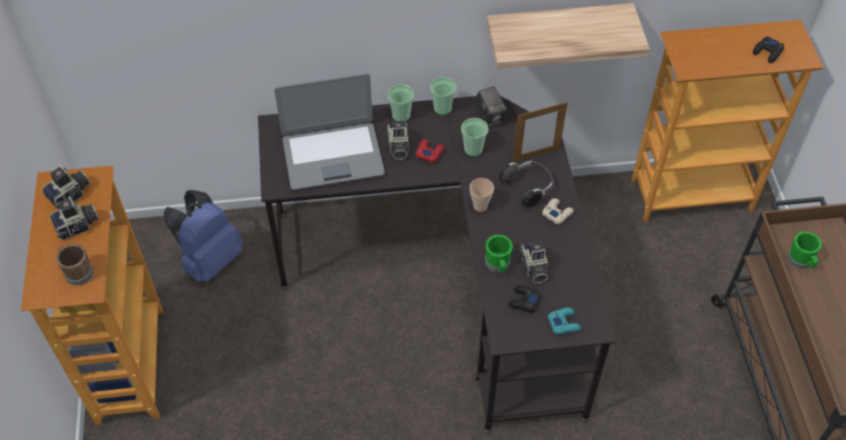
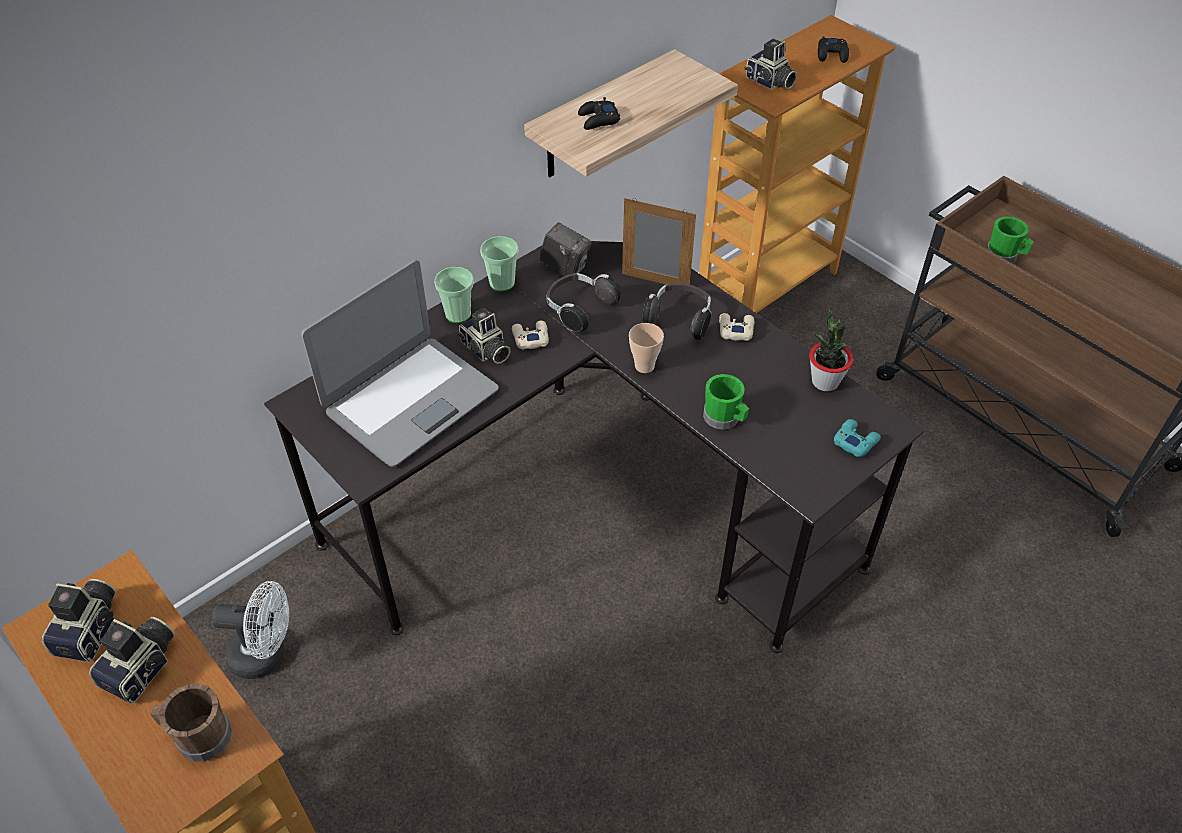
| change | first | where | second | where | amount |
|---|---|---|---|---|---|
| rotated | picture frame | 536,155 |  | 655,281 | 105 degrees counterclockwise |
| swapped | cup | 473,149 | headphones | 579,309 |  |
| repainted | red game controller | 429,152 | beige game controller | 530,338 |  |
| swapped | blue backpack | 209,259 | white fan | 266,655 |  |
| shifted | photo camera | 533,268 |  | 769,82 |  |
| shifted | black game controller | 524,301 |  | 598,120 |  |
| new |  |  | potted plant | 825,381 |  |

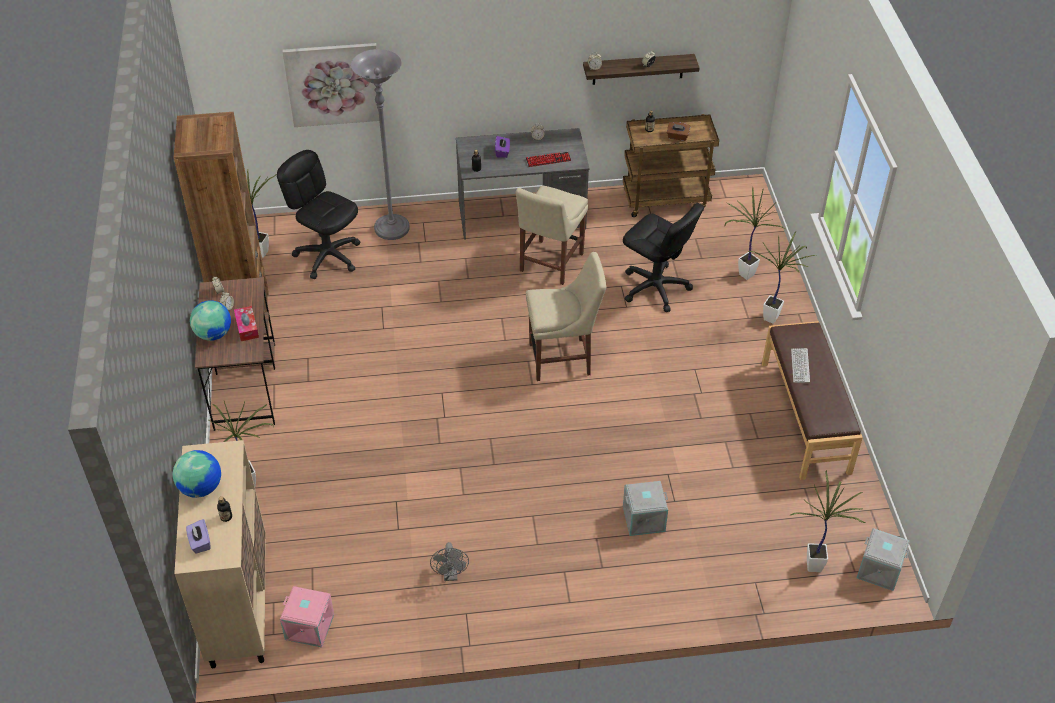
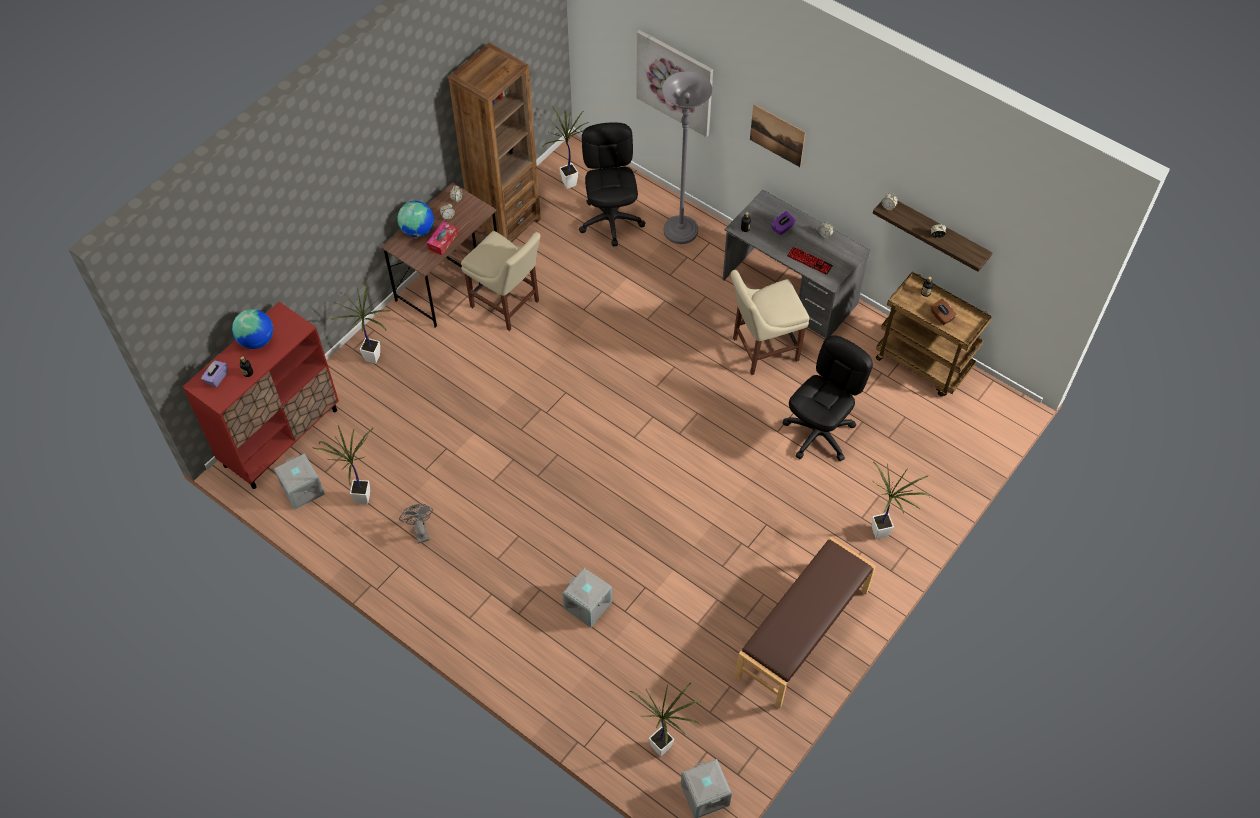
| change | first | where | second | where | amount |
|---|---|---|---|---|---|
| shifted | potted plant | 743,275 |  | 360,497 |  |
| rotated | black office chair | 655,288 |  | 819,433 | 135 degrees counterclockwise |
| shifted | beige chair | 563,359 |  | 507,305 |  |
| gone | keyboard | 800,366 |  |  |  |
| repainted | beige cabinet | 238,604 | red cabinet | 281,437 |  |
| rotated | grey fan | 451,575 |  | 420,531 | 120 degrees clockwise |
| repainted | pink storage box | 309,627 | grey storage box | 301,490 |  |
| new |  |  | picture | 777,135 |  |

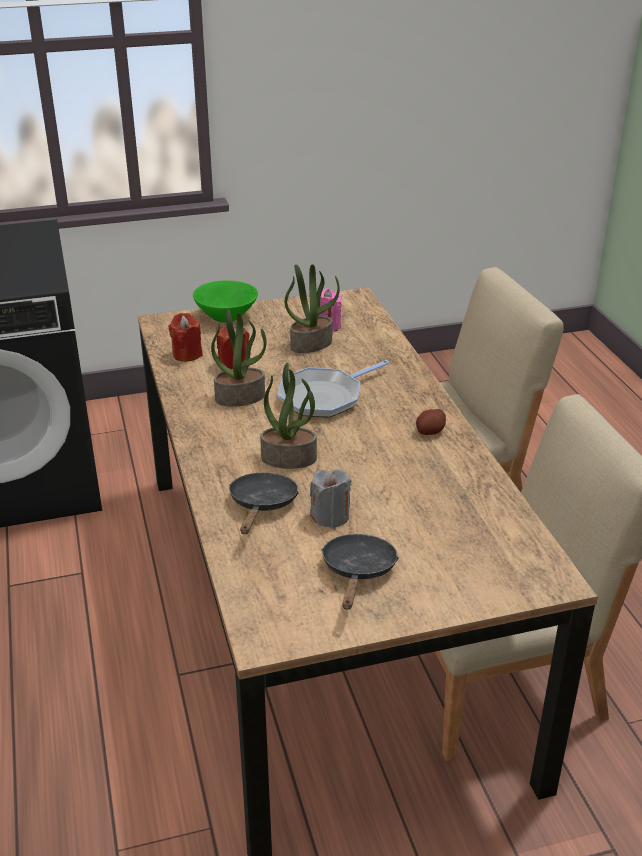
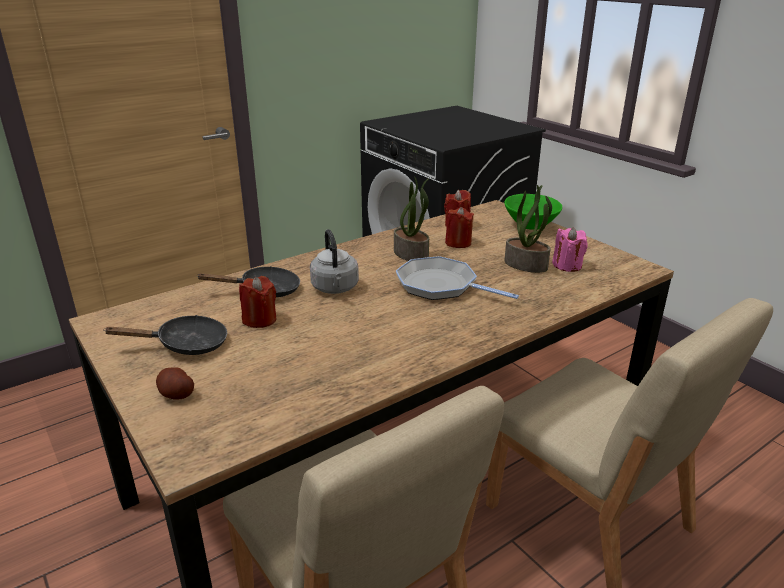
| change | first | where | second | where | amount |
|---|---|---|---|---|---|
| swapped | potted plant | 289,458 | grey kettle | 335,288 |  |
| shifted | potato | 430,432 |  | 176,394 |  |
| repainted | grey candle | 330,516 | red candle | 260,320 |  |

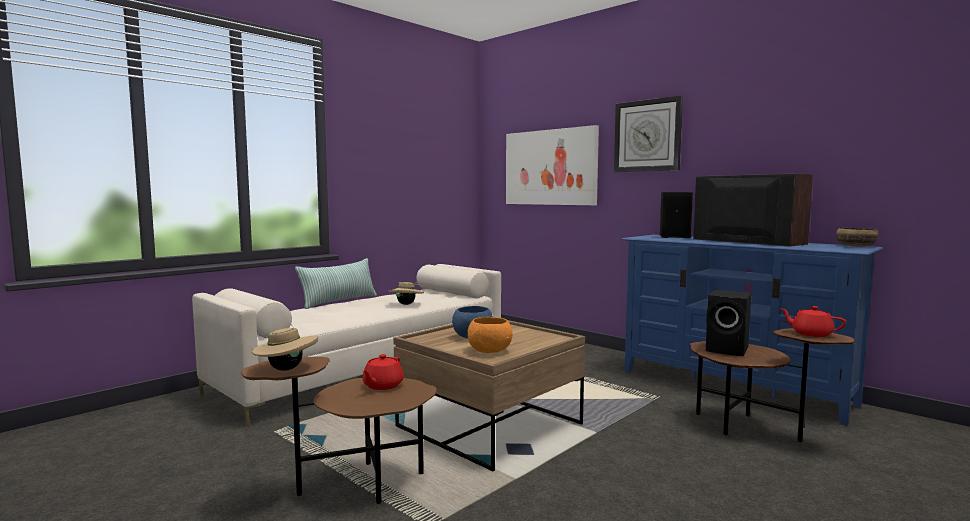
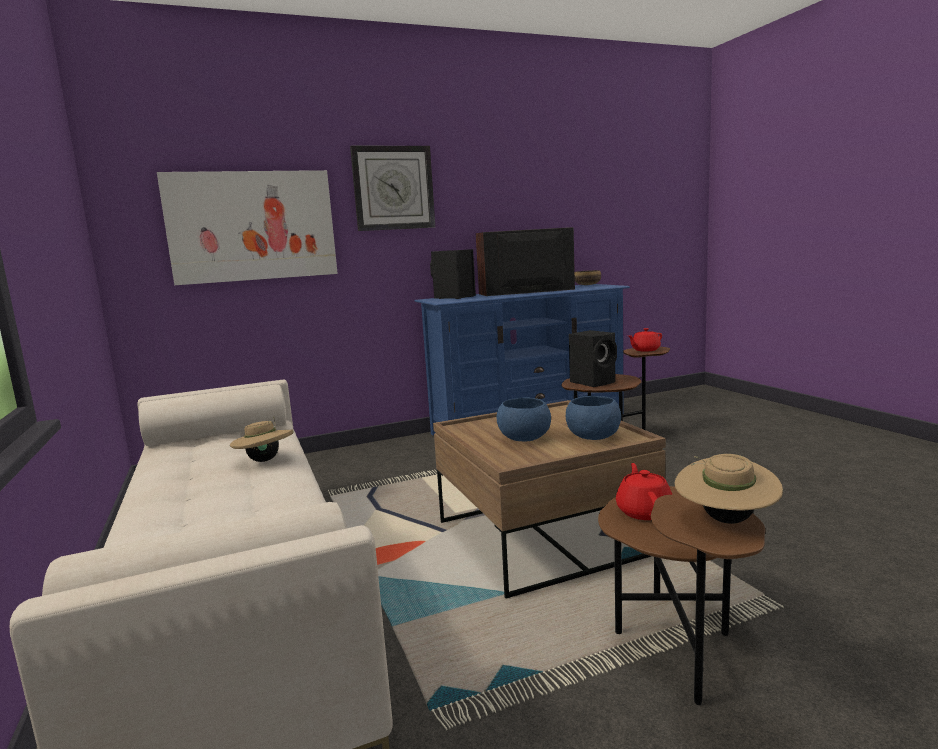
| change | first | where | second | where | amount |
|---|---|---|---|---|---|
| gone | pillow | 339,301 |  |  |  |
| repainted | orange bowl | 489,351 | blue bowl | 594,437 |  |
| rotated | red teapot | 382,386 |  | 644,511 | 135 degrees counterclockwise |

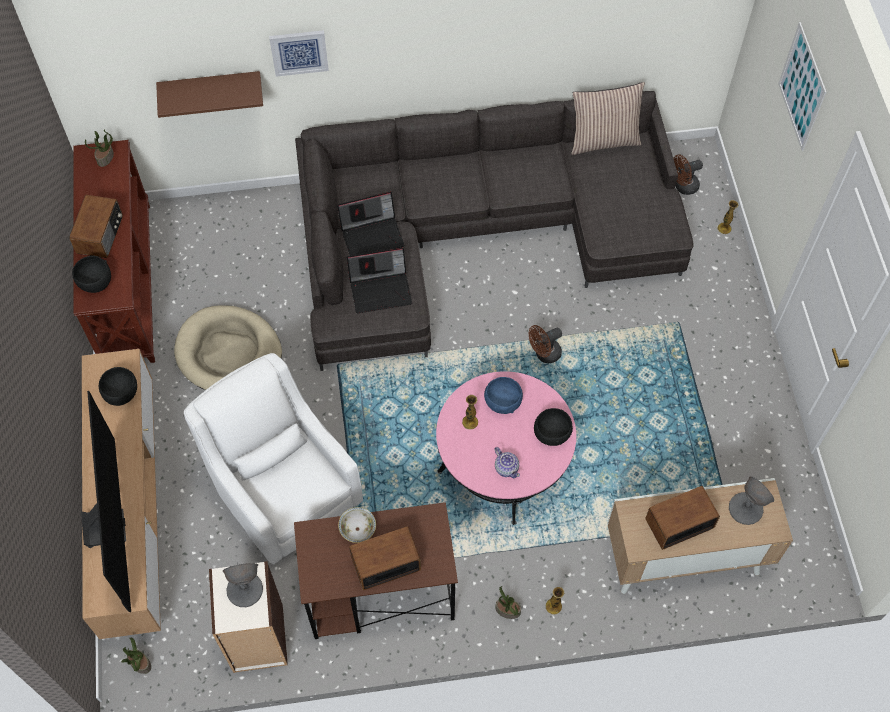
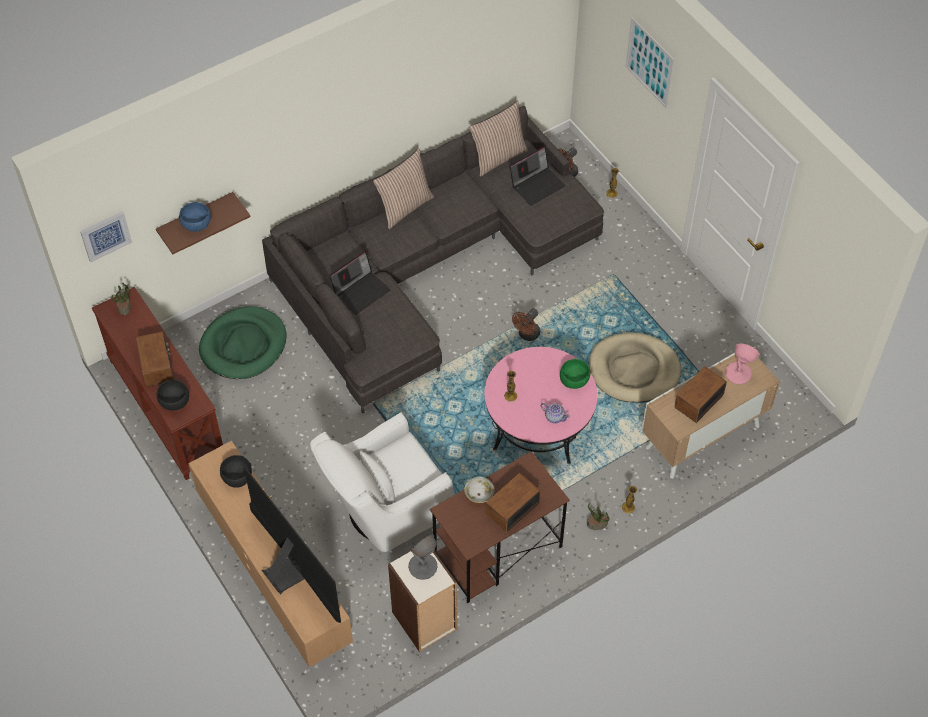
| change | first | where | second | where | amount |
|---|---|---|---|---|---|
| shifted | picture | 299,52 |  | 105,235 |  |
| shifted | laptop | 381,289 |  | 537,184 |  |
| shifted | beige dog bed | 229,353 |  | 634,370 |  |
| rotated | white armchair | 284,491 |  | 384,511 | 60 degrees counterclockwise |
| shifted | blue bowl | 502,402 |  | 196,224 |  |
| repainted | black bowl | 551,434 | green bowl | 574,380 |  |
| repainted | grey table lamp | 745,508 | pink table lamp | 738,373 |  |
| gone | potted plant | 139,663 |  |  |  |
| new |  |  | pillow | 404,207 |  |
| new |  |  | green dog bed | 244,345 |  |

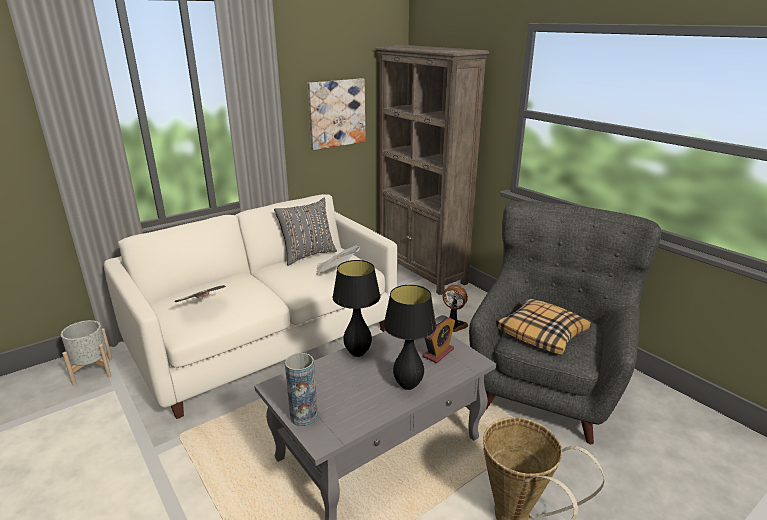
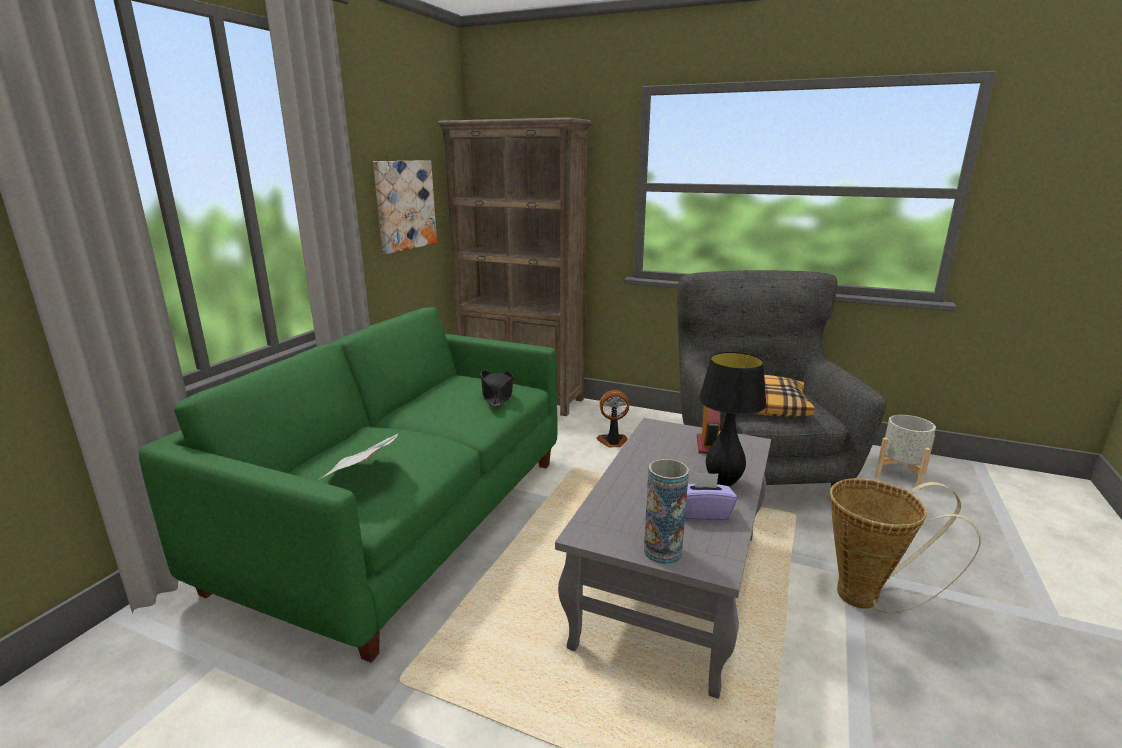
| change | first | where | second | where | amount |
|---|---|---|---|---|---|
| repainted | white sofa | 266,339 | green sofa | 404,518 |  |
| gone | grey pillow | 307,255 |  |  |  |
| swapped | newspaper | 336,270 | black hat | 497,395 |  |
| gone | black table lamp | 357,353 |  |  |  |
| shifted | grey planter | 93,371 |  | 900,475 |  |
| new |  |  | purple tissue box | 703,513 |  |

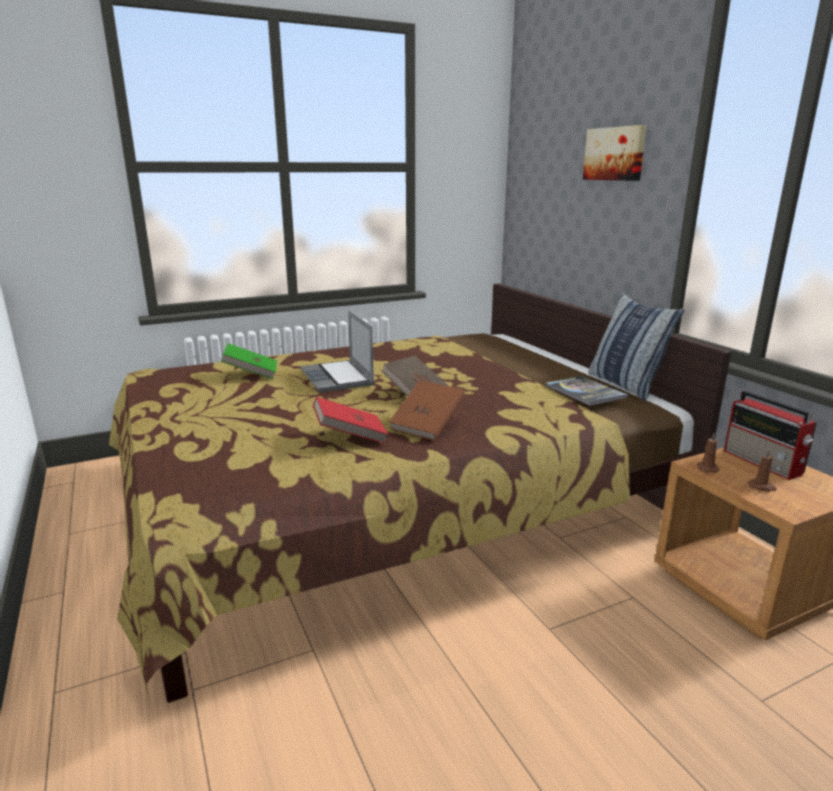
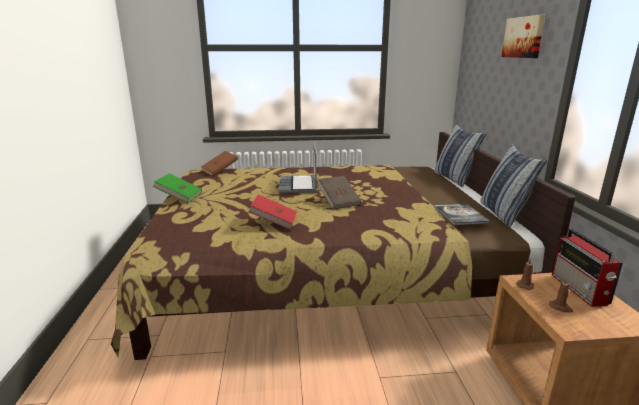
| change | first | where | second | where | amount |
|---|---|---|---|---|---|
| shifted | green book | 251,374 |  | 179,197 |  |
| shifted | brown book | 427,425 |  | 220,171 |  |
| new |  |  | pillow | 454,179 |  |

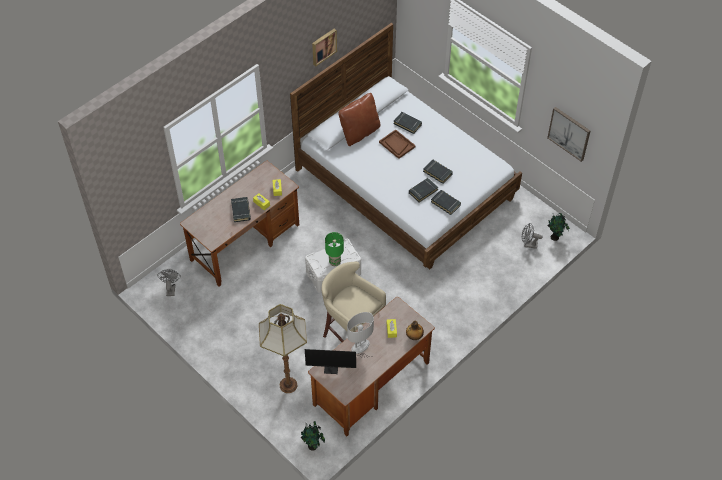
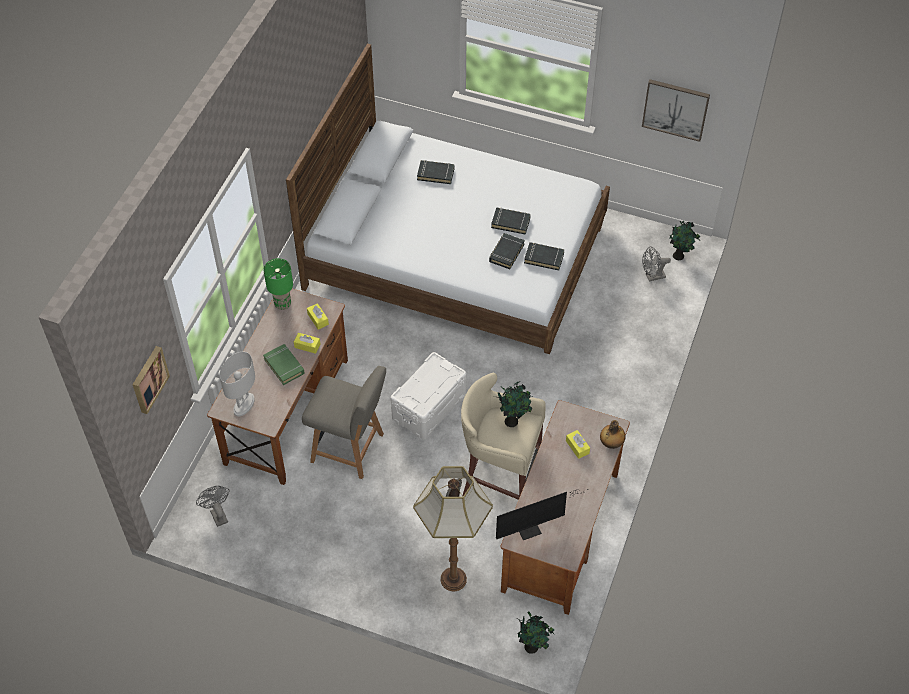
| change | first | where | second | where | amount |
|---|---|---|---|---|---|
| shifted | picture | 323,46 |  | 148,379 |  |
| gone | brown pillow | 359,133 |  |  |  |
| gone | brown tray | 397,145 |  |  |  |
| repainted | black book | 241,211 | green book | 284,366 |  |
| shifted | green table lamp | 334,262 |  | 282,305 |  |
| shifted | white table lamp | 360,346 |  | 243,405 |  |
| new |  |  | grey chair | 350,449 |  |
| new |  |  | potted plant | 512,421 |  |

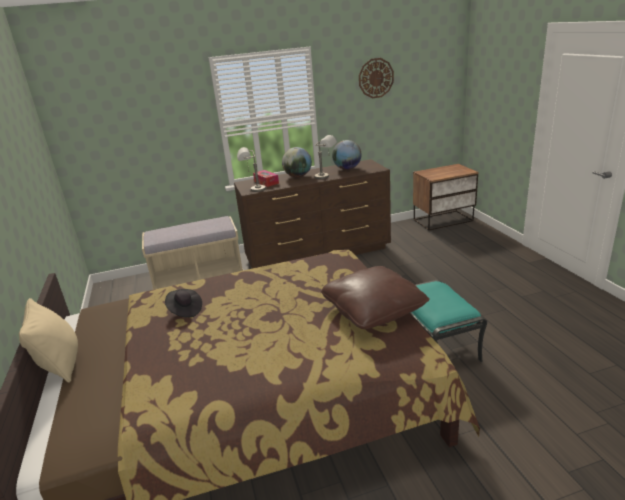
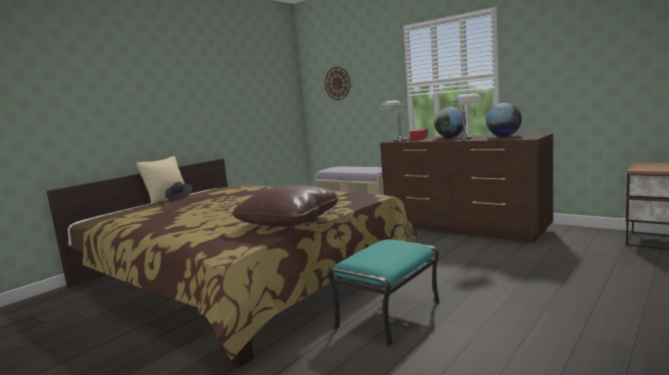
| change | first | where | second | where | amount |
|---|---|---|---|---|---|
| shifted | wall clock | 376,78 |  | 337,83 |  |
| shifted | black hat | 185,310 |  | 180,198 |  |

